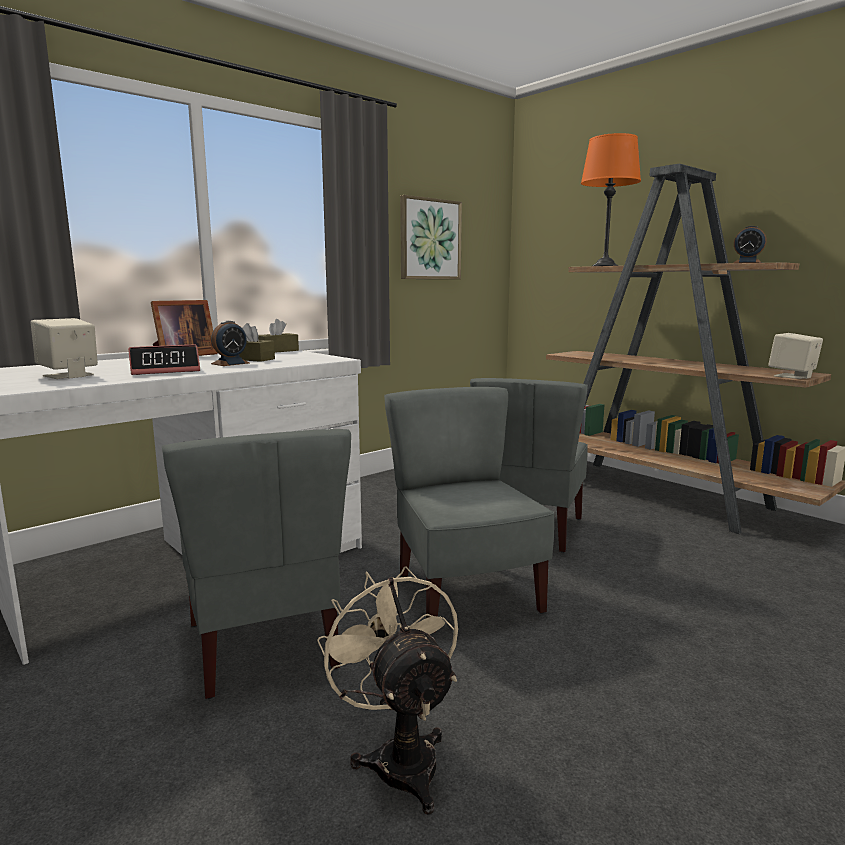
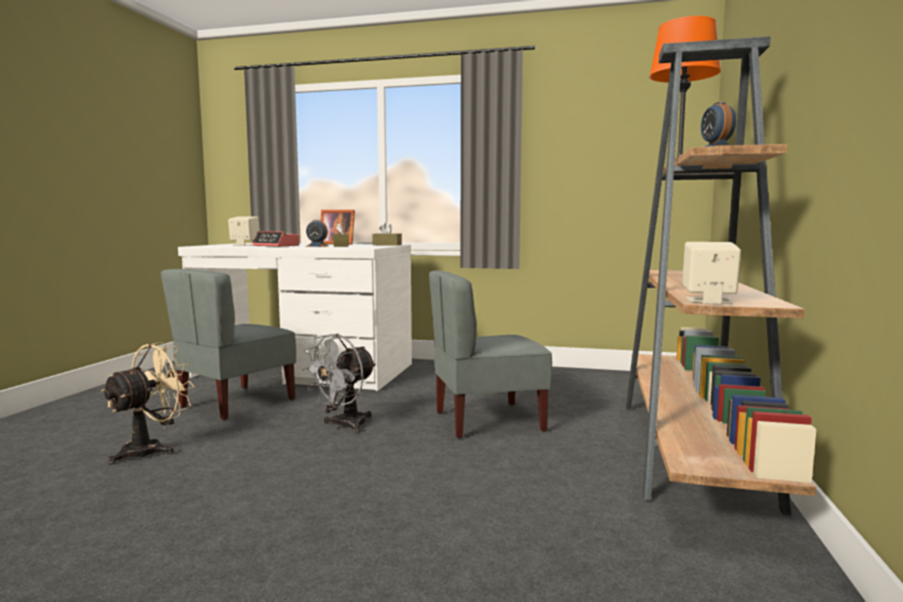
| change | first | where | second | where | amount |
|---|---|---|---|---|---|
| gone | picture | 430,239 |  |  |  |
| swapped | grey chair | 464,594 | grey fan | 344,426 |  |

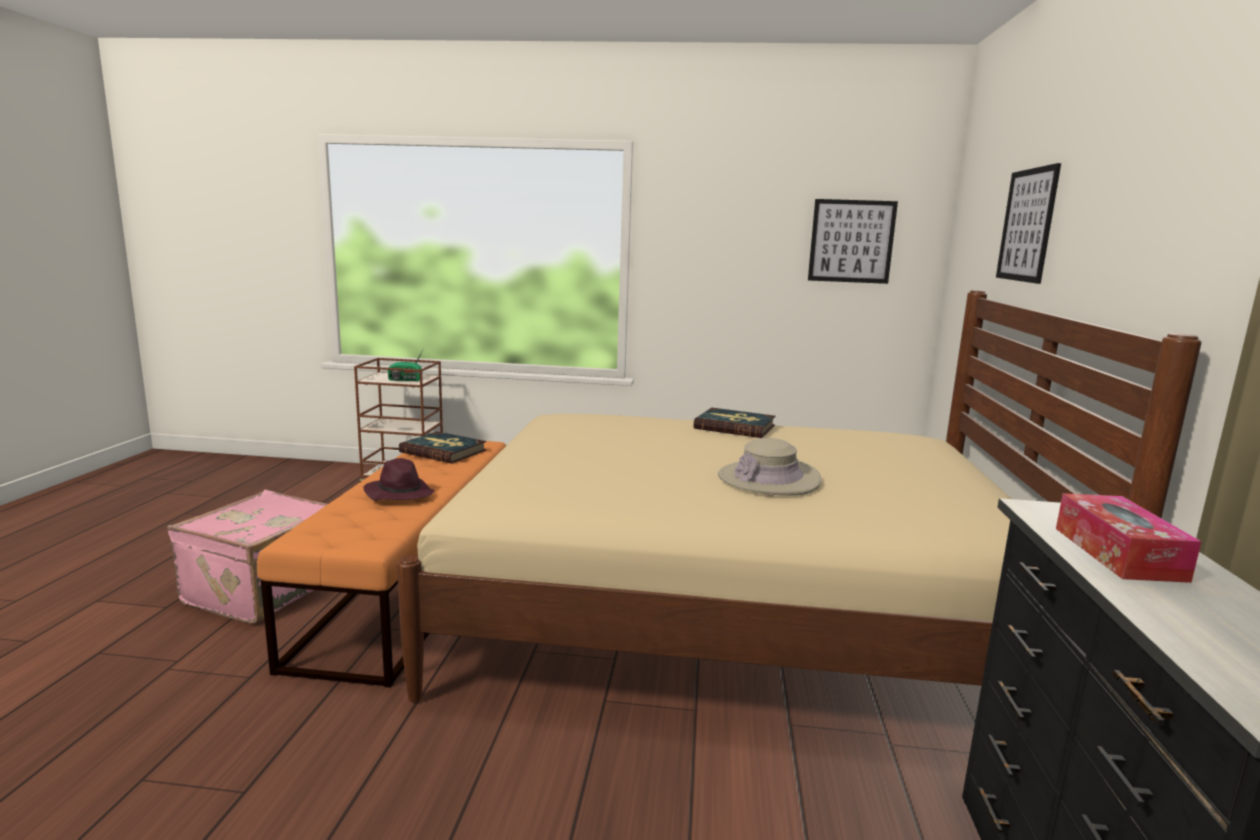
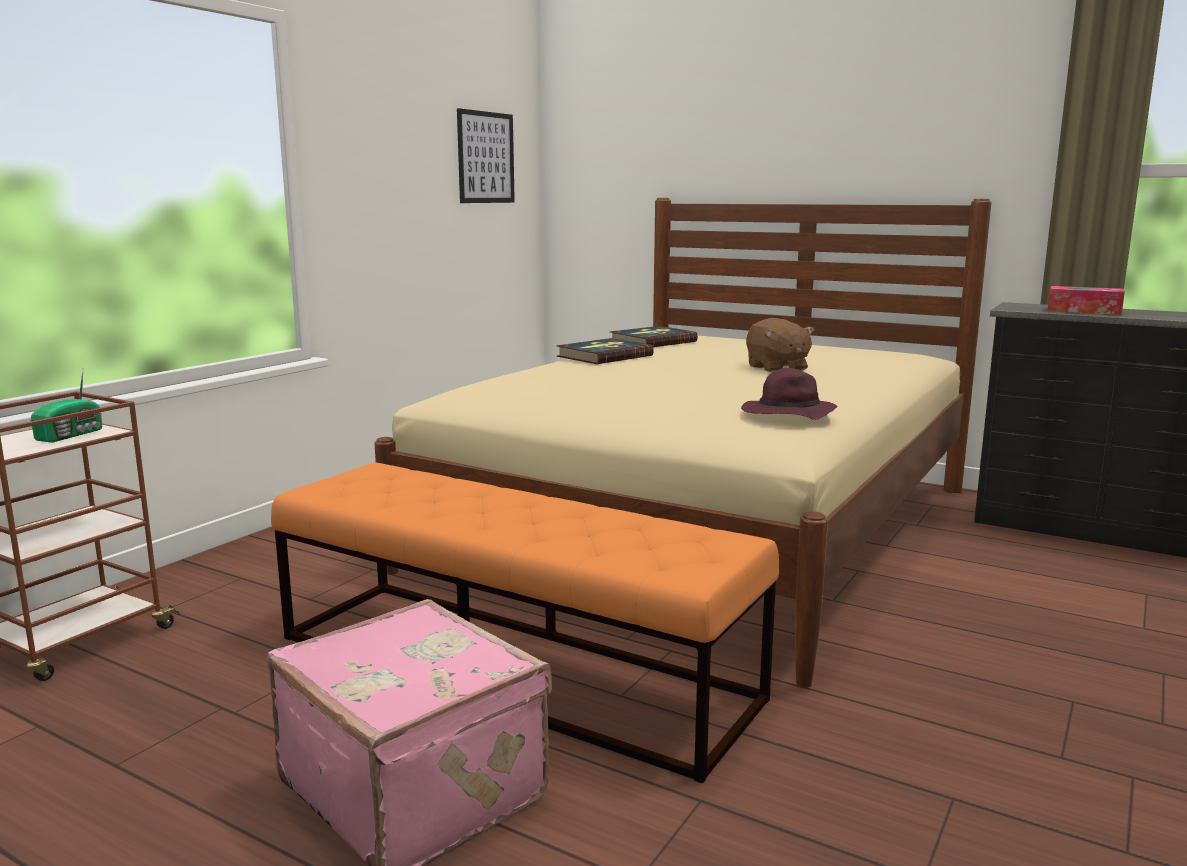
| change | first | where | second | where | amount |
|---|---|---|---|---|---|
| gone | picture | 1027,225 |  |  |  |
| shifted | book | 443,451 |  | 652,341 |  |
| swapped | beige hat | 768,479 | brown plush toy | 776,368 |  |
| shifted | purple hat | 399,494 |  | 787,415 |  |

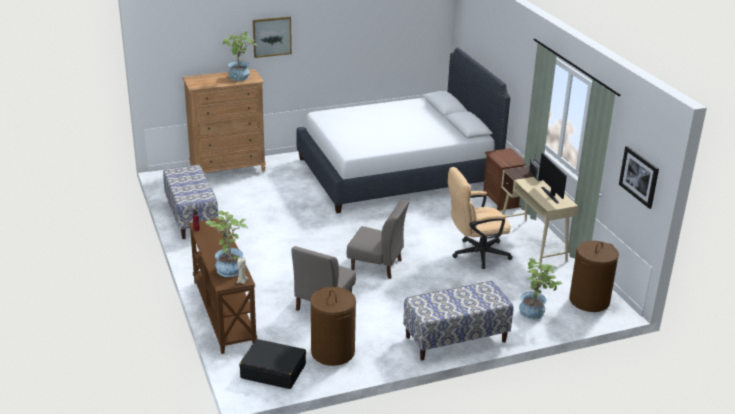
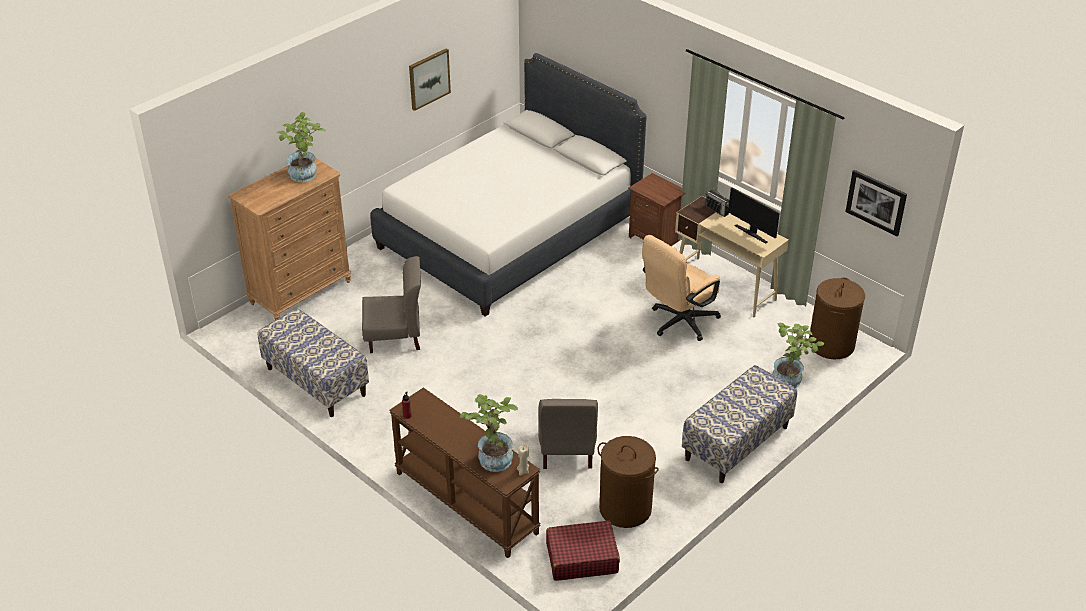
| change | first | where | second | where | amount |
|---|---|---|---|---|---|
| shifted | picture | 272,36 |  | 429,78 |  |
| shifted | grey chair | 377,265 |  | 394,337 |  |
| repainted | black suitcase | 273,371 | red suitcase | 581,558 |  |

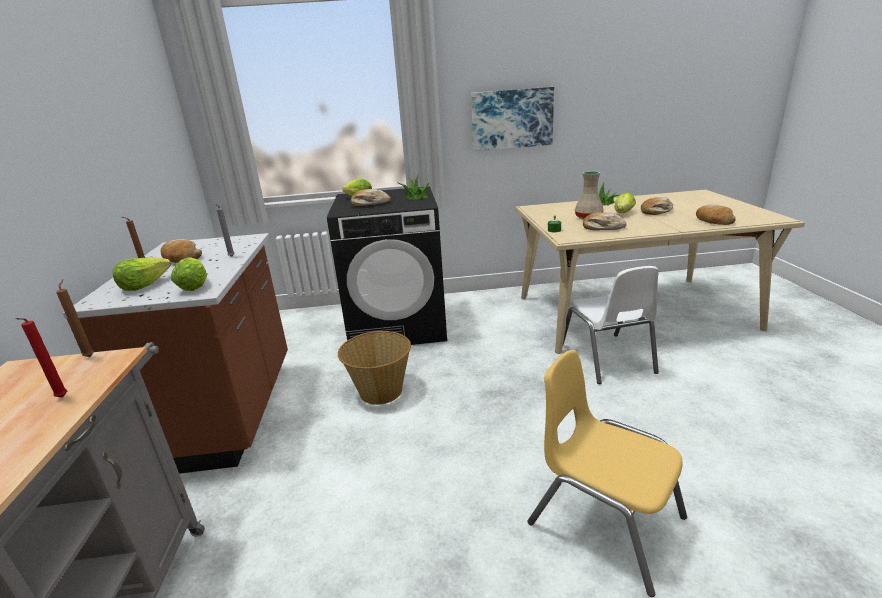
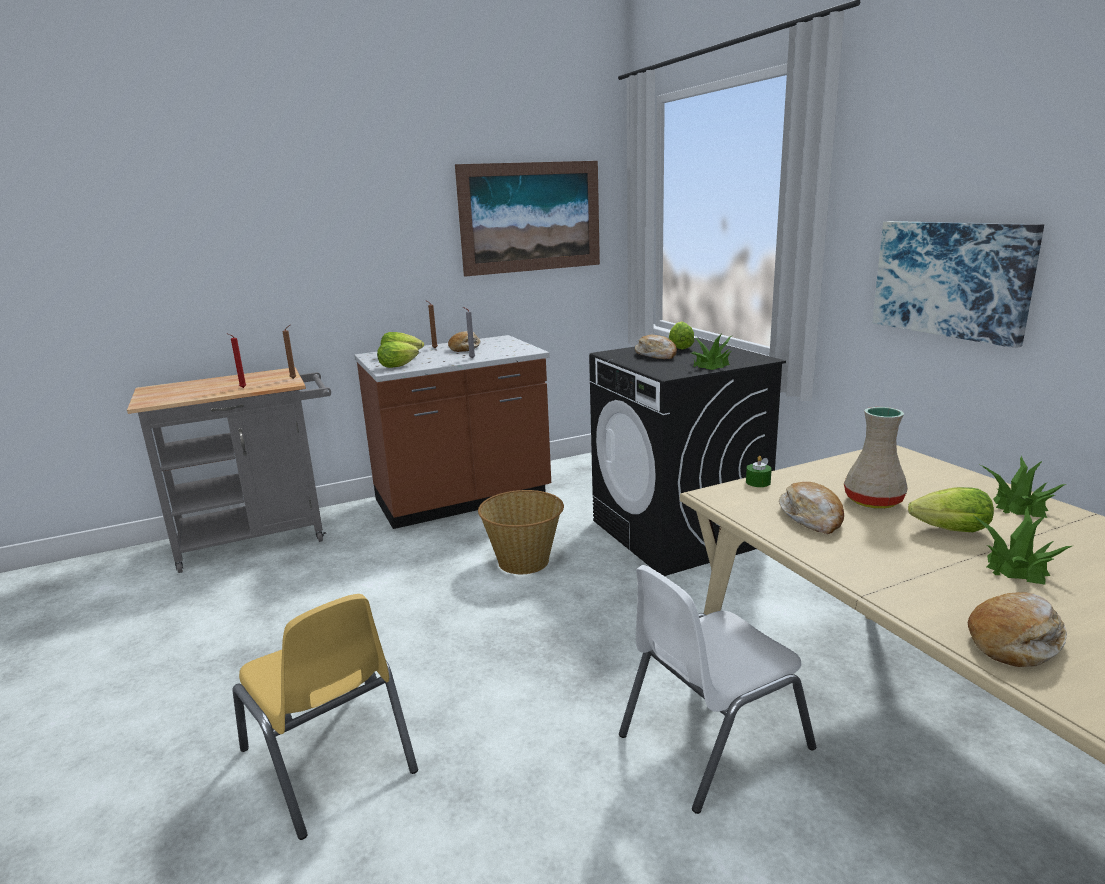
| change | first | where | second | where | amount |
|---|---|---|---|---|---|
| swapped | bread | 656,211 | potted plant | 1017,566 |  |
| rotated | yellow chair | 605,521 |  | 329,760 | 120 degrees clockwise |
| new |  |  | picture | 531,217 |  |

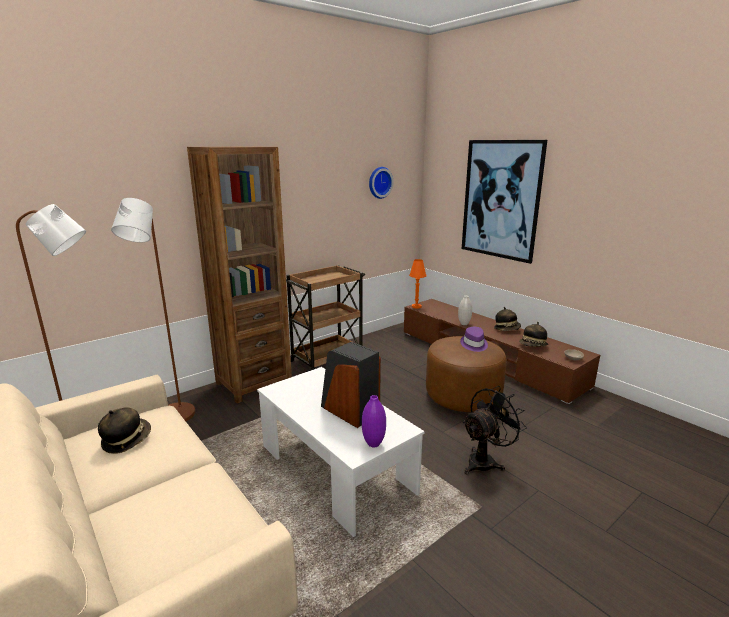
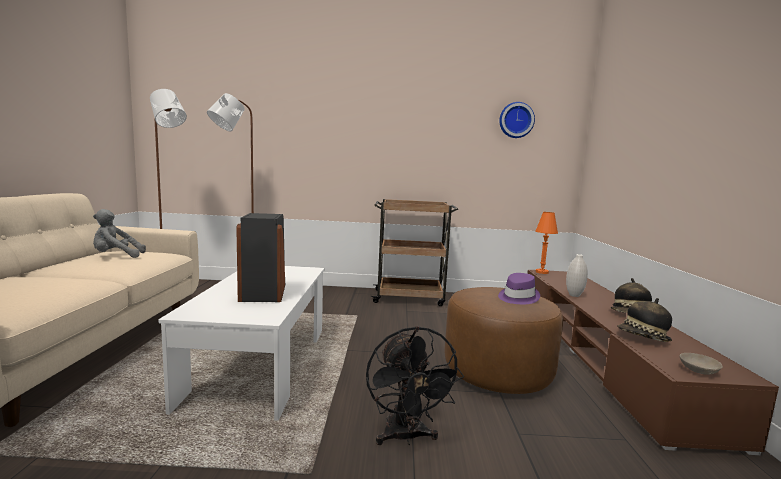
| change | first | where | second | where | amount |
|---|---|---|---|---|---|
| gone | picture | 500,200 |  |  |  |
| gone | brown bookcase | 253,383 |  |  |  |
| rotated | black fan | 485,461 |  | 406,437 | 75 degrees clockwise |
| gone | purple vase | 373,444 |  |  |  |
| swapped | hat | 126,440 | grey plush toy | 116,256 |  |

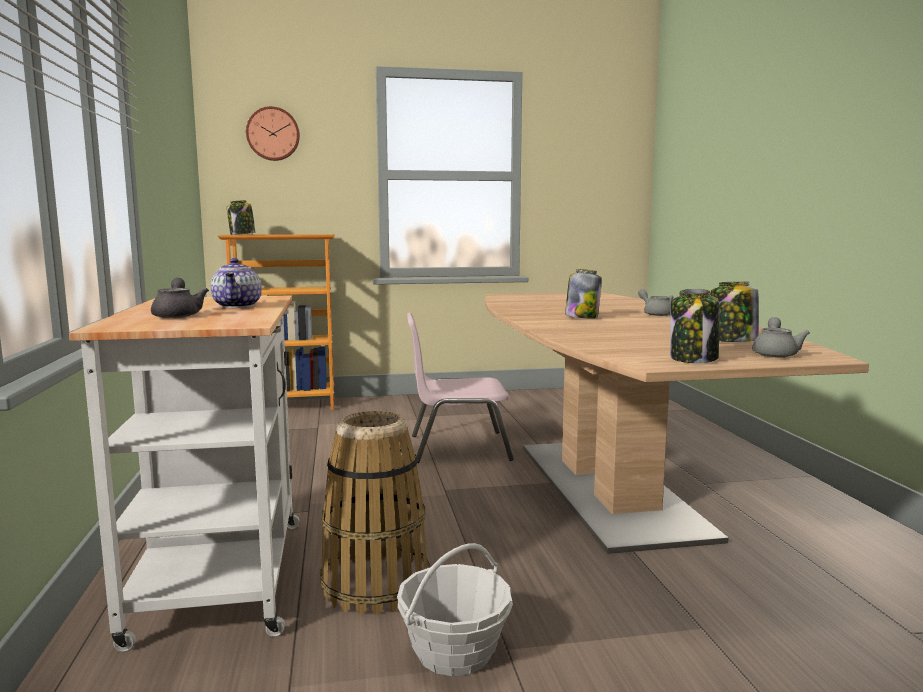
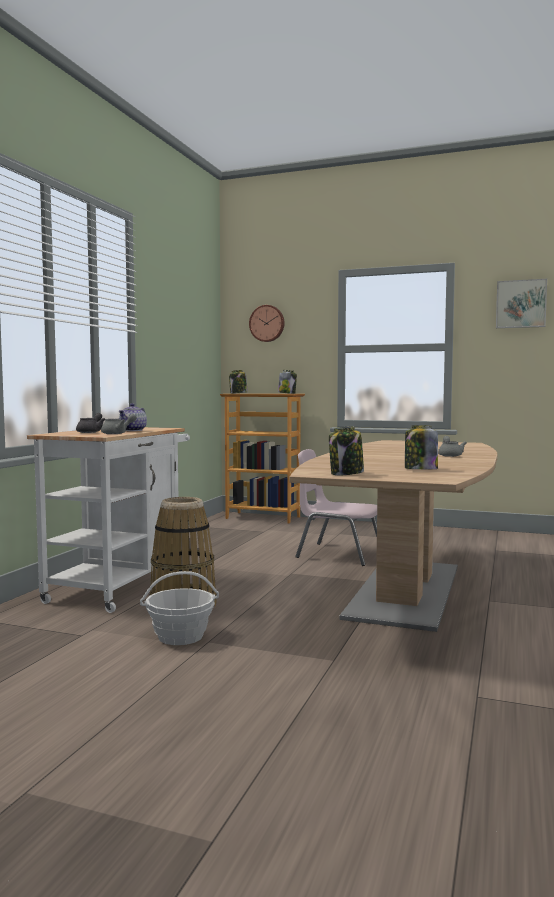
| change | first | where | second | where | amount |
|---|---|---|---|---|---|
| shifted | jar | 582,317 |  | 287,393 |  |
| shifted | grey teapot | 775,353 |  | 118,433 |  |
| new |  |  | picture | 521,304 |  |

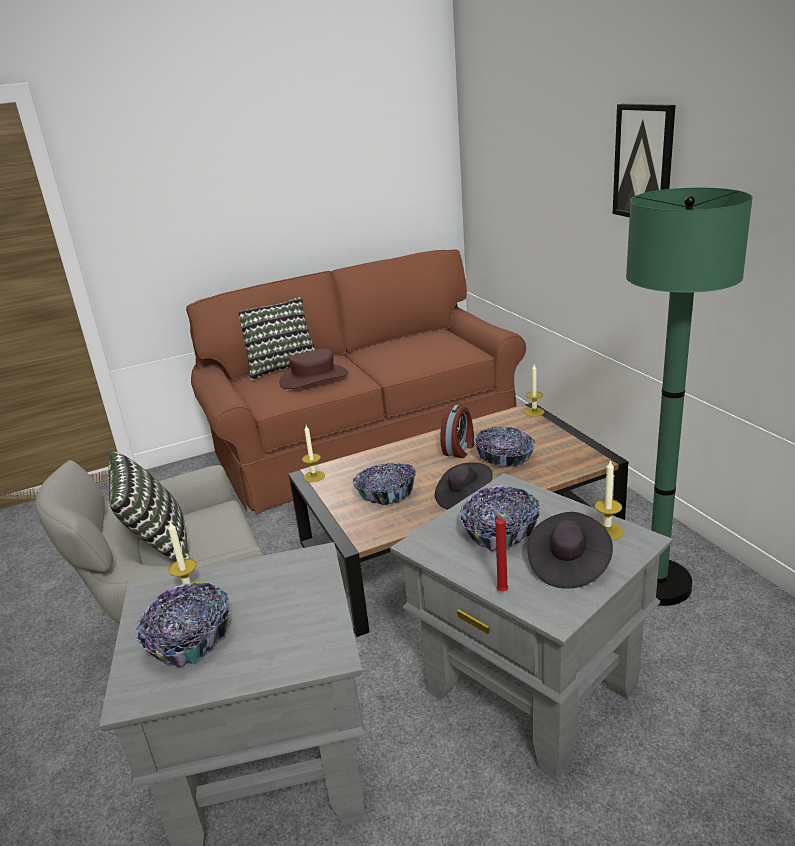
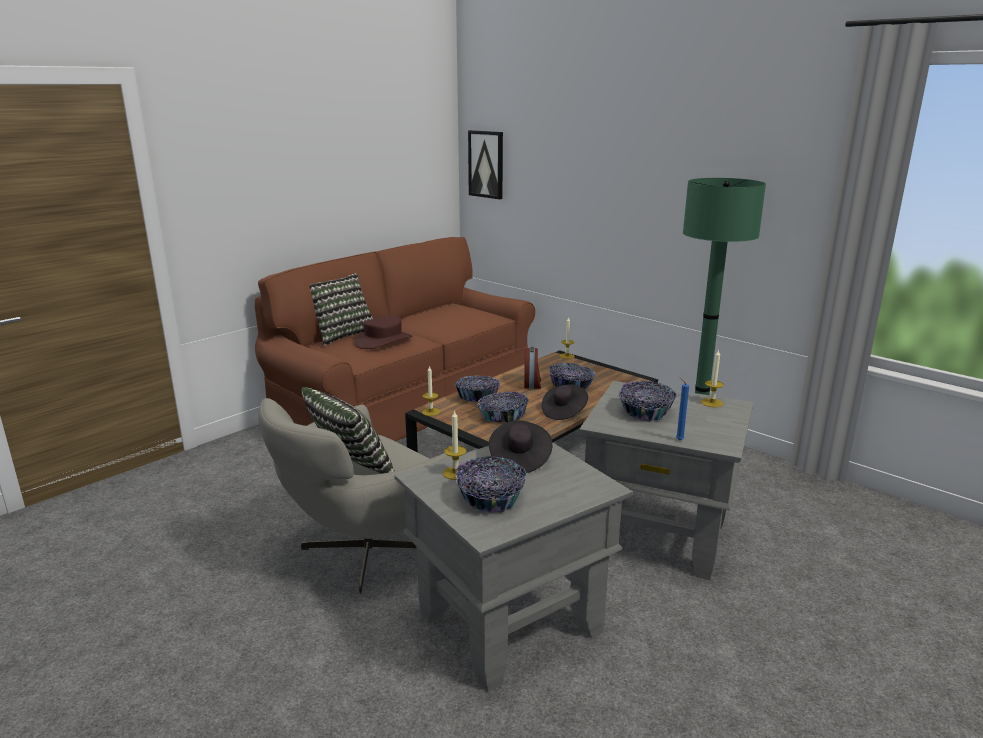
| change | first | where | second | where | amount |
|---|---|---|---|---|---|
| shifted | picture | 644,162 |  | 486,164 |  |
| repainted | red candle | 501,590 | blue candle | 678,439 |  |
| shifted | black hat | 568,565 |  | 519,459 |  |
| new |  |  | bowl | 477,397 |  |

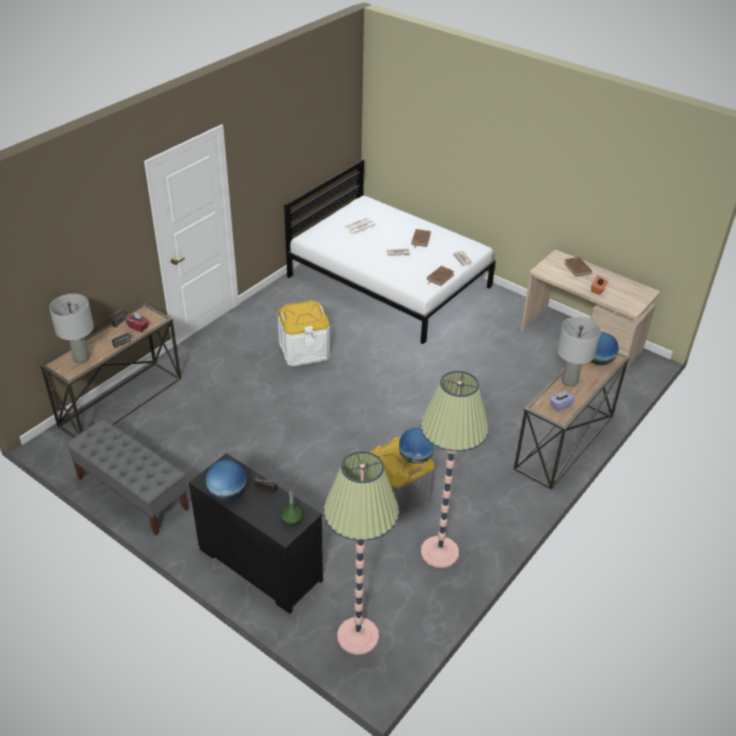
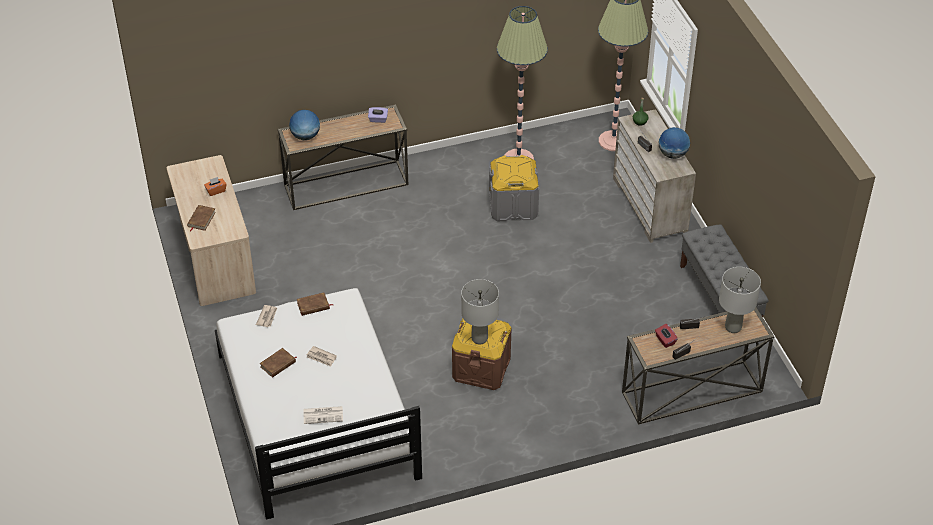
| change | first | where | second | where | amount |
|---|---|---|---|---|---|
| repainted | white storage box | 304,350 | brown storage box | 481,368 |  |
| shifted | grey table lamp | 569,381 |  | 479,339 |  |
| gone | globe | 415,458 |  |  |  |
| repainted | black dresser | 259,565 | beige dresser | 650,205 |  |

